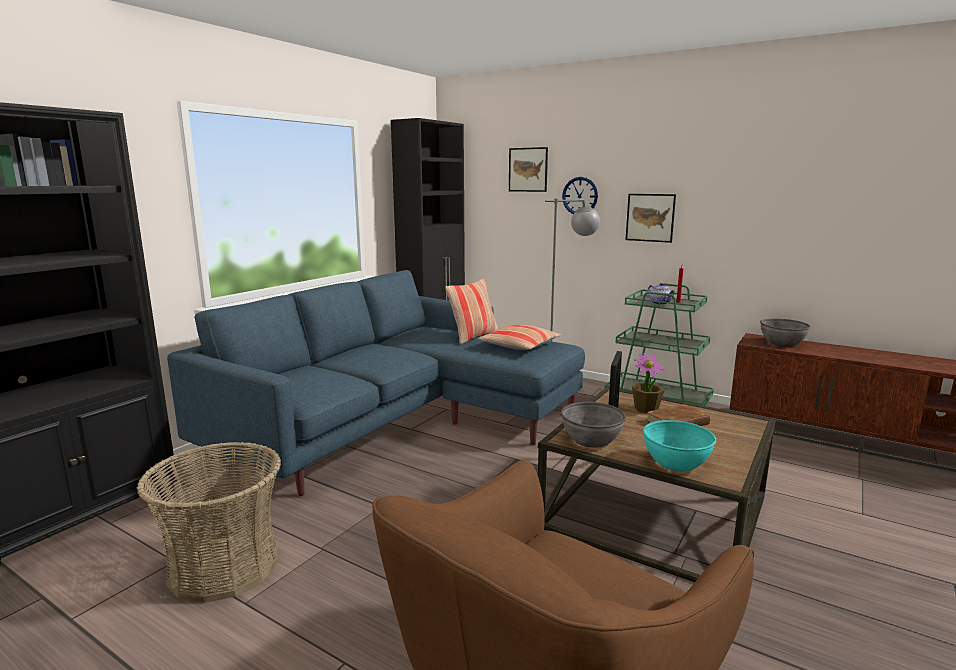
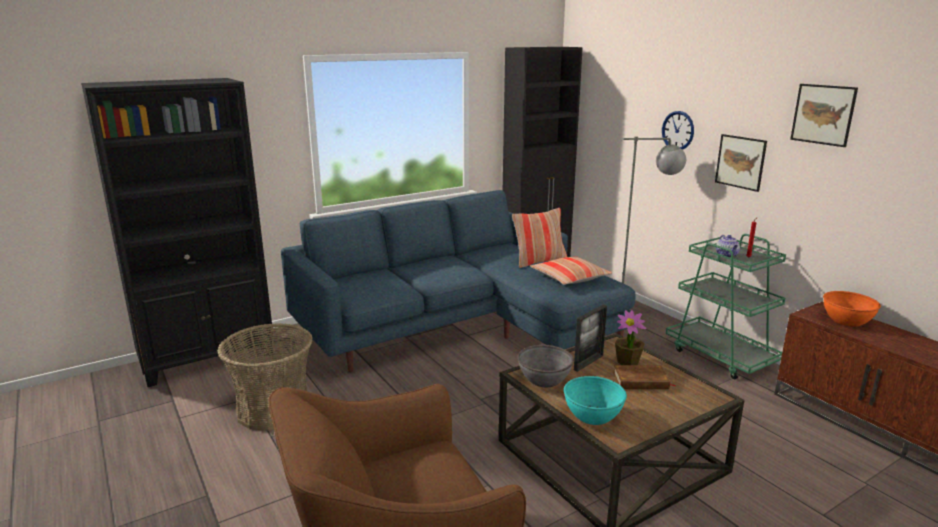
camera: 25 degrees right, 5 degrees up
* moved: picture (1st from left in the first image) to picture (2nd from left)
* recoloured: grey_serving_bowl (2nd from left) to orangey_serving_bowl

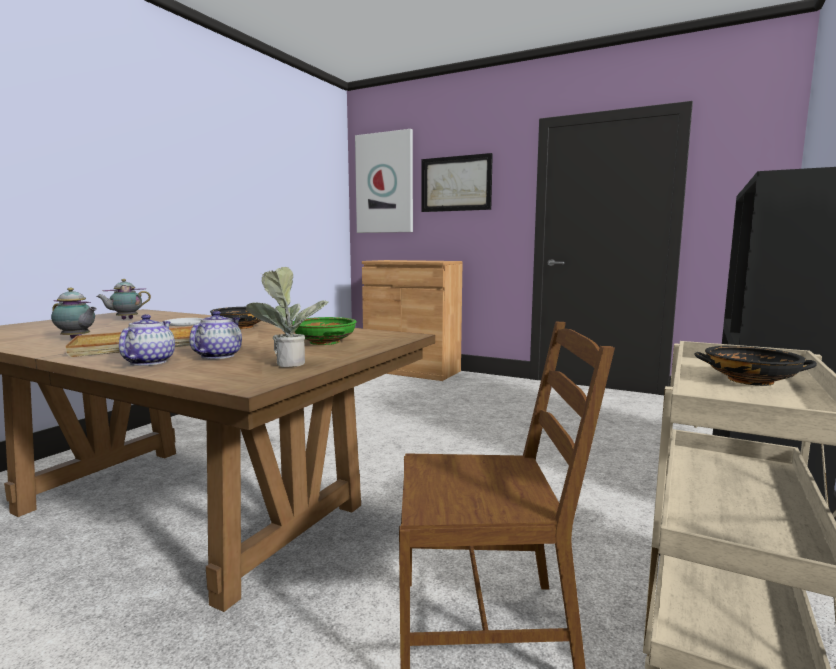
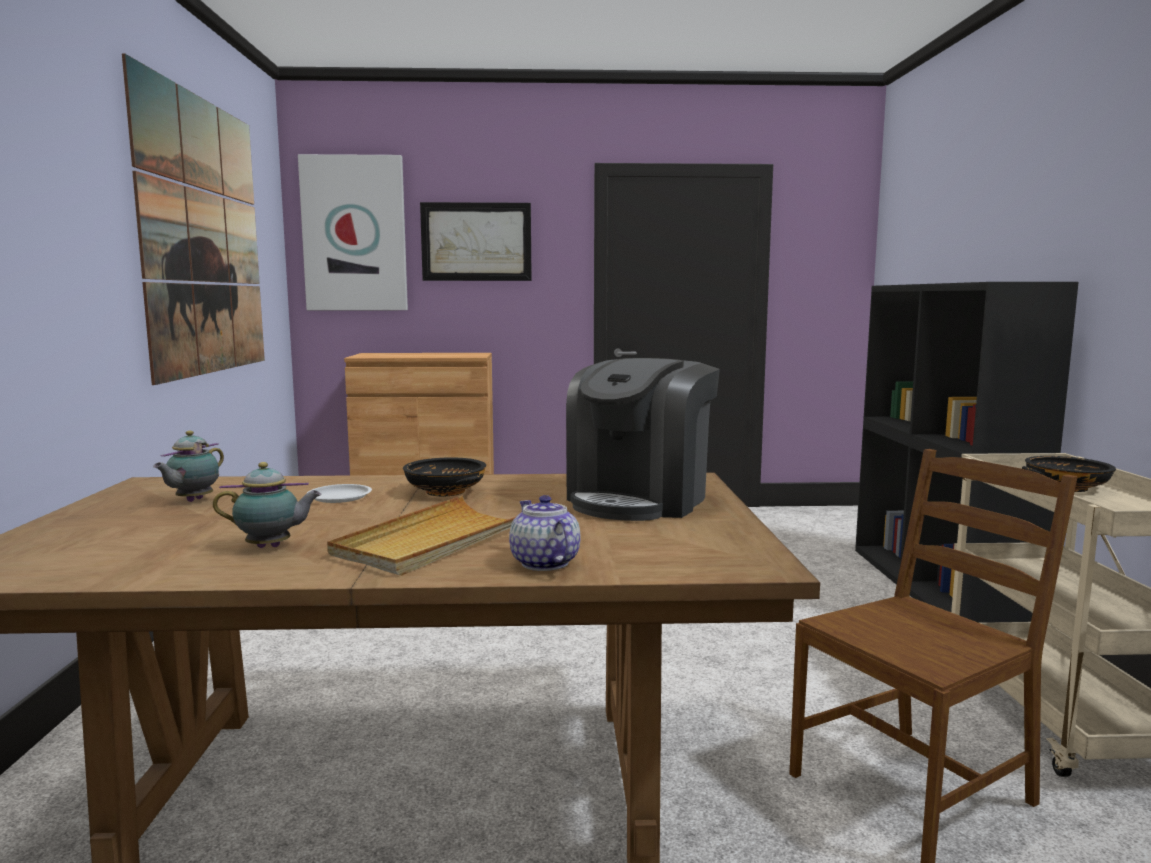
camera: 30 degrees left, 0 degrees up
* removed: plant_in_a_pot
* removed: tea_pot (4th from left)
* replaced: green_serving_bowl to coffee_maker
* added: picture (1st from left)

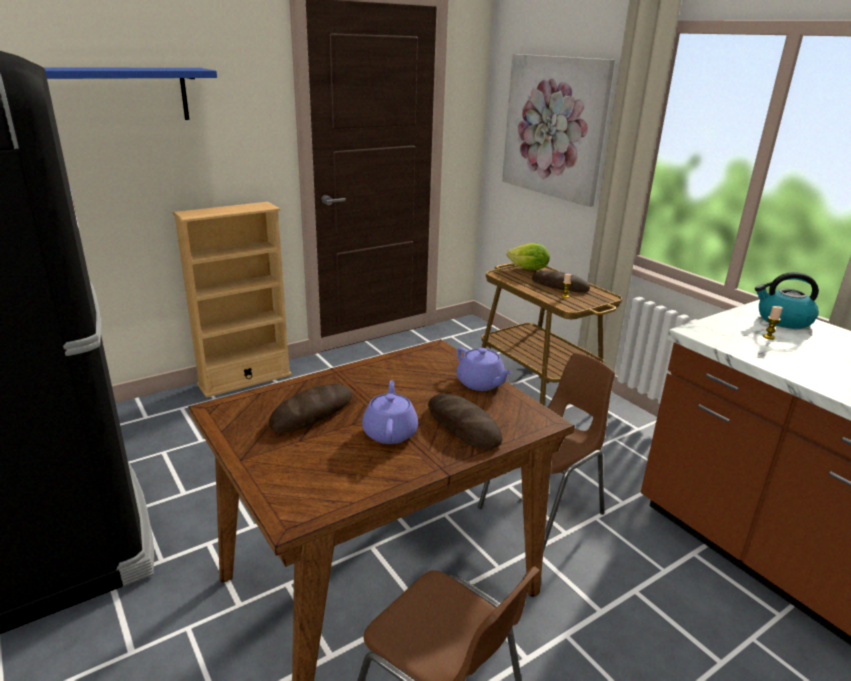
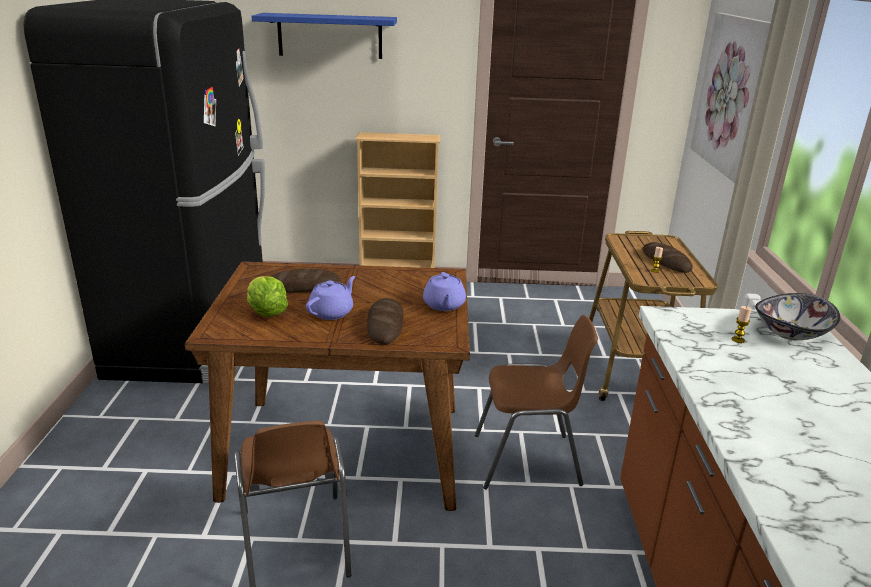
camera: 35 degrees right, 0 degrees up
* moved: lettuce
* replaced: tea_kettle to serving_bowl

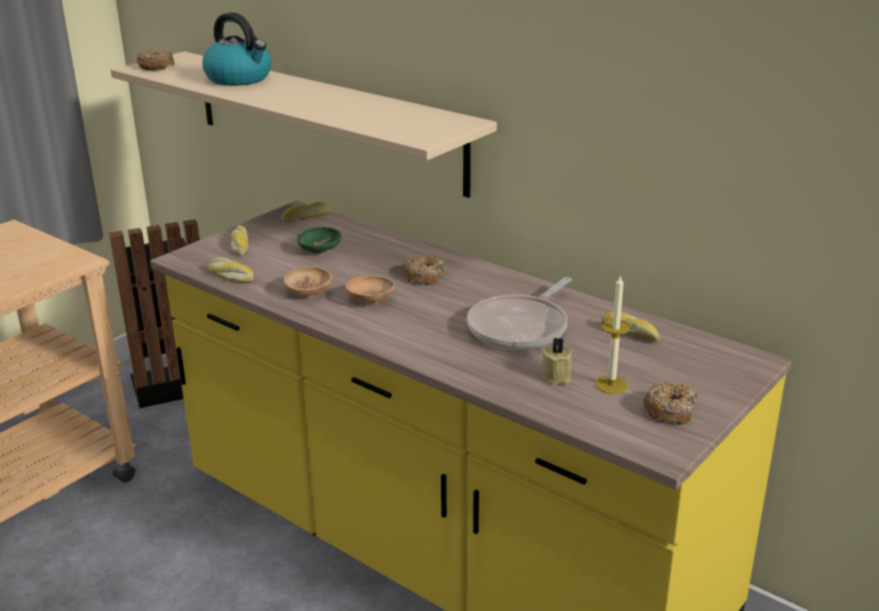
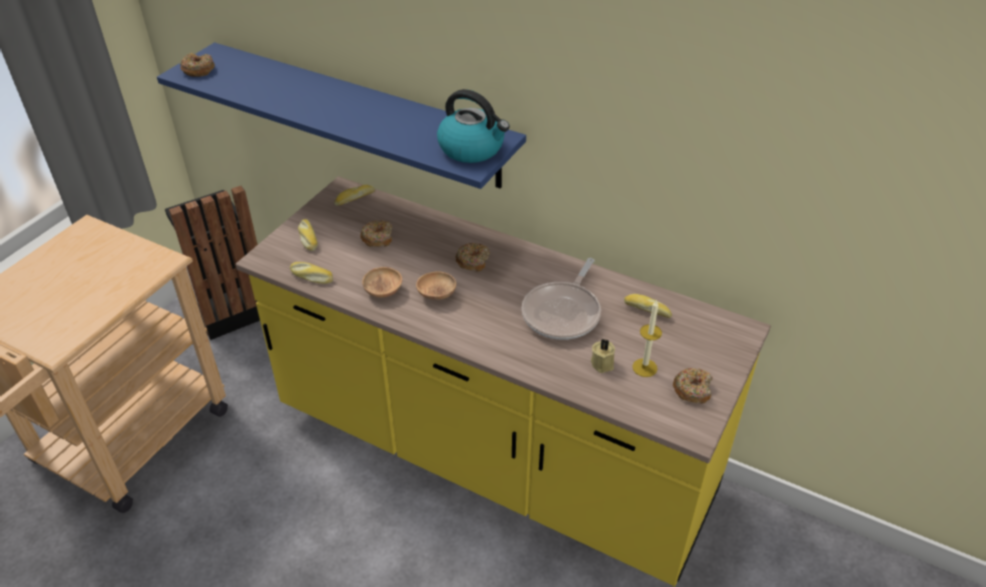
camera: 10 degrees left, 15 degrees up
* moved: tea_kettle
* recoloured: sand-coloured_shelf to blue_shelf
* replaced: green_serving_bowl to ring_doughnut (2nd from left)

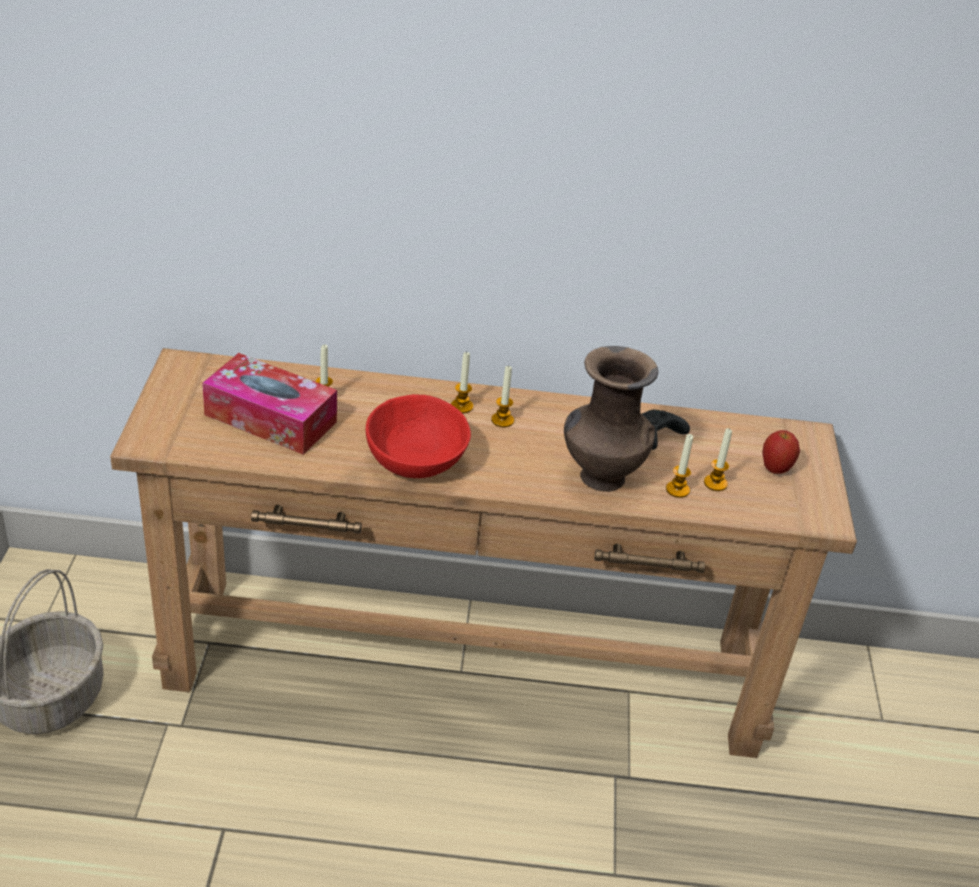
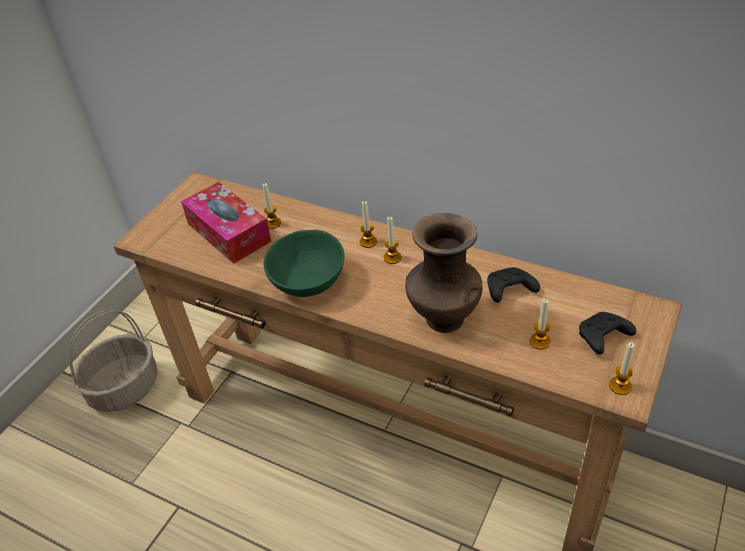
camera: 30 degrees right, 5 degrees up
* recoloured: reddish_serving_bowl to green_serving_bowl
* replaced: apple_fruit to black-coloured_game_controller (2nd from left)
* moved: wax_candle (4th from left in the first image) to wax_candle (5th from left)

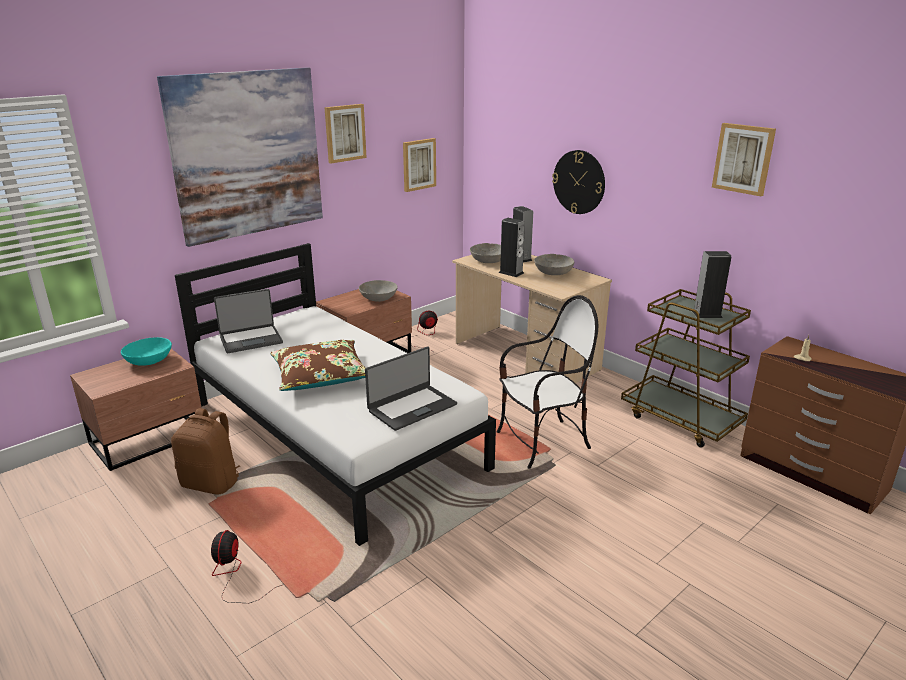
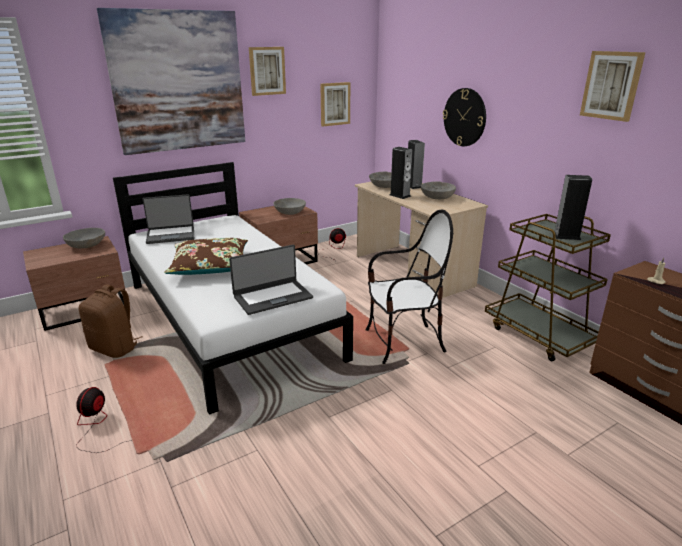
camera: 10 degrees right, 0 degrees up
* recoloured: turquoise-coloured_serving_bowl to grey_serving_bowl (1st from left)

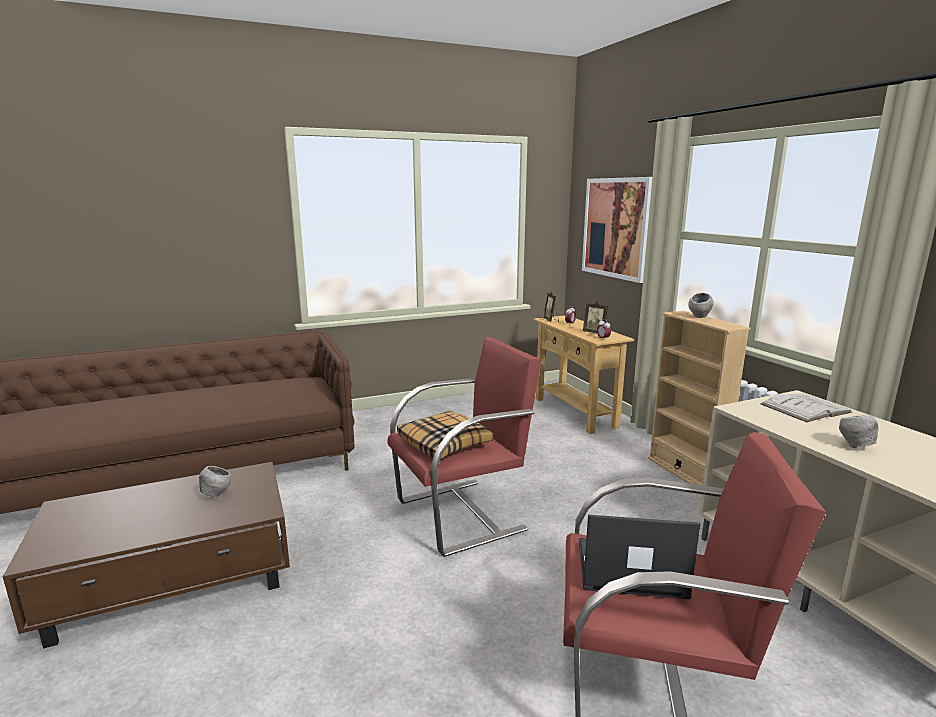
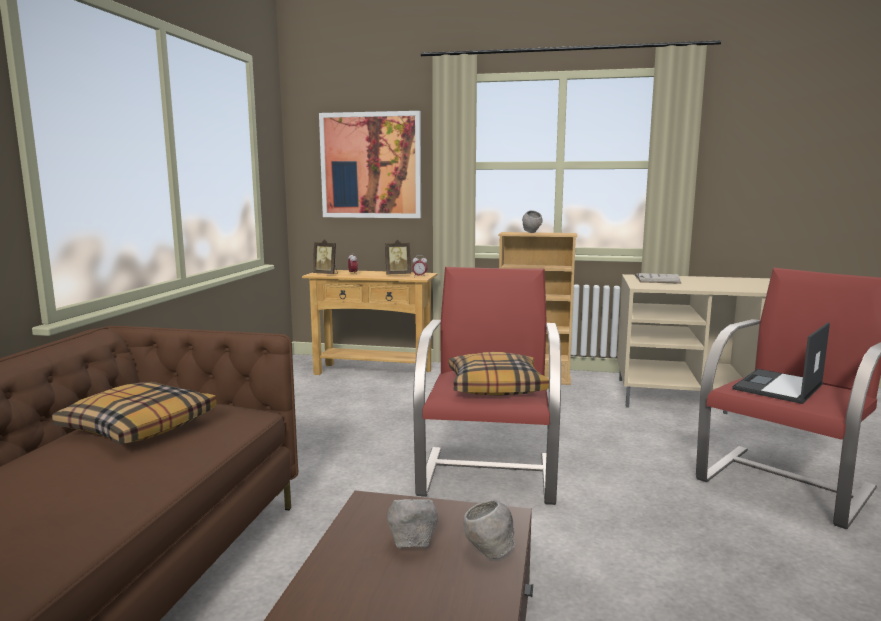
camera: 55 degrees left, 5 degrees down
* moved: grey_serving_bowl (3rd from left in the first image) to grey_serving_bowl (2nd from left)
* added: pillow (1st from left)

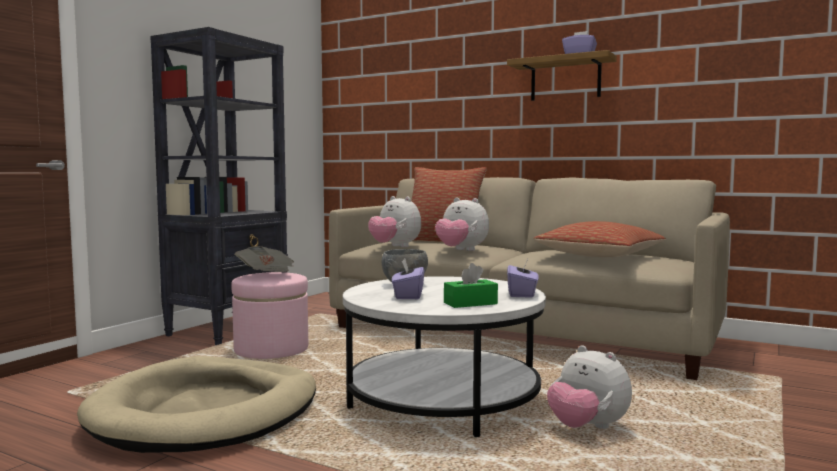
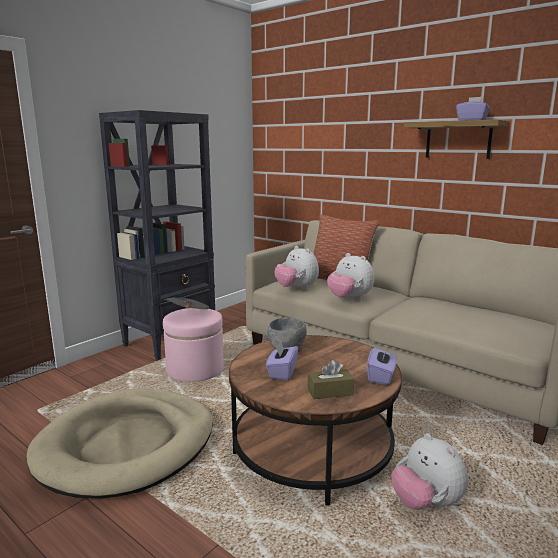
camera: 10 degrees right, 10 degrees up
* removed: pillow (2nd from left)
* recoloured: green_box_of_tissues to brown_box_of_tissues
* recoloured: white_low_table to brown_low_table

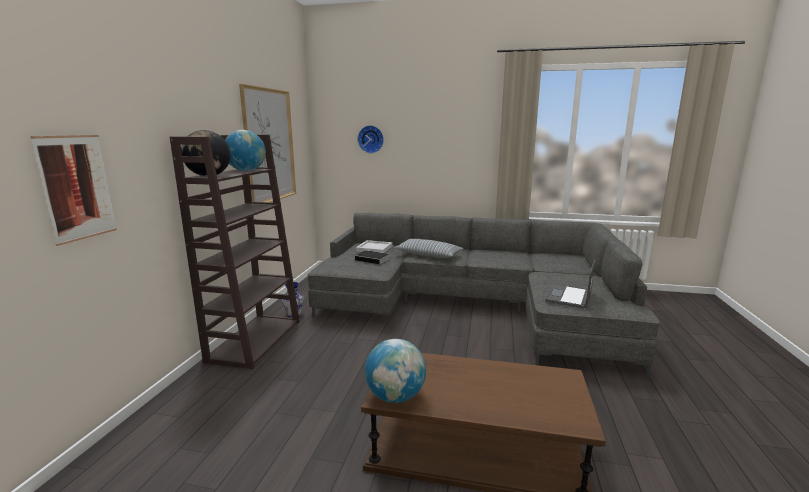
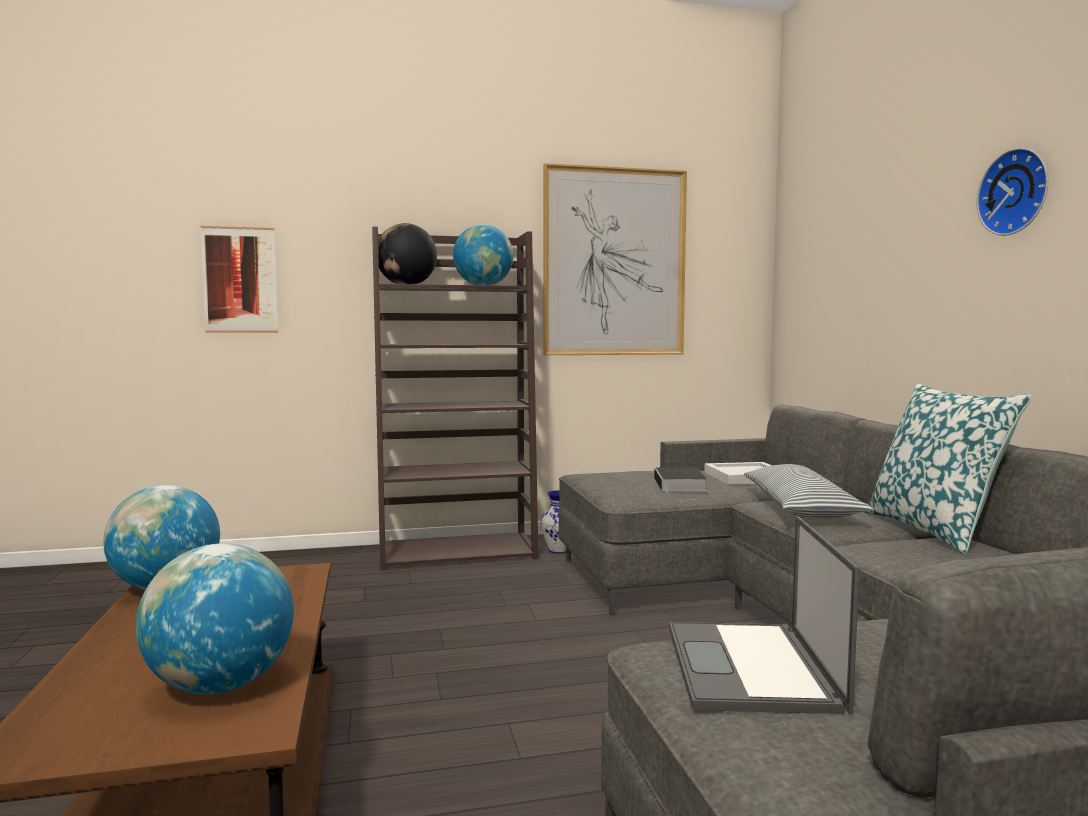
camera: 65 degrees right, 10 degrees down
* moved: hanging_clock
* turned: portable_computer 90 degrees counterclockwise
* added: pillow (2nd from left)
* added: world_globe (2nd from left)

